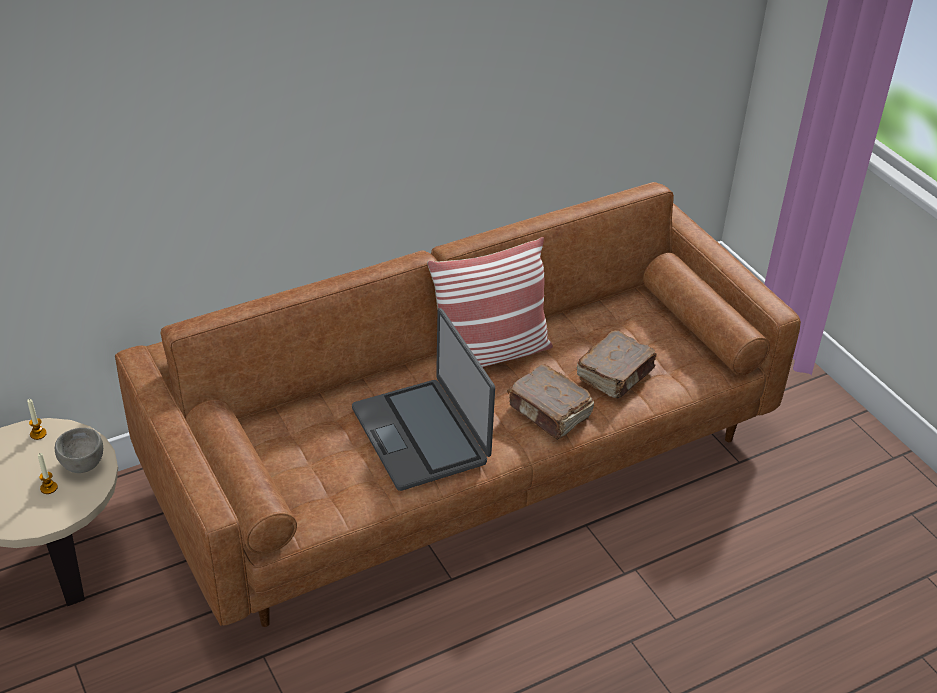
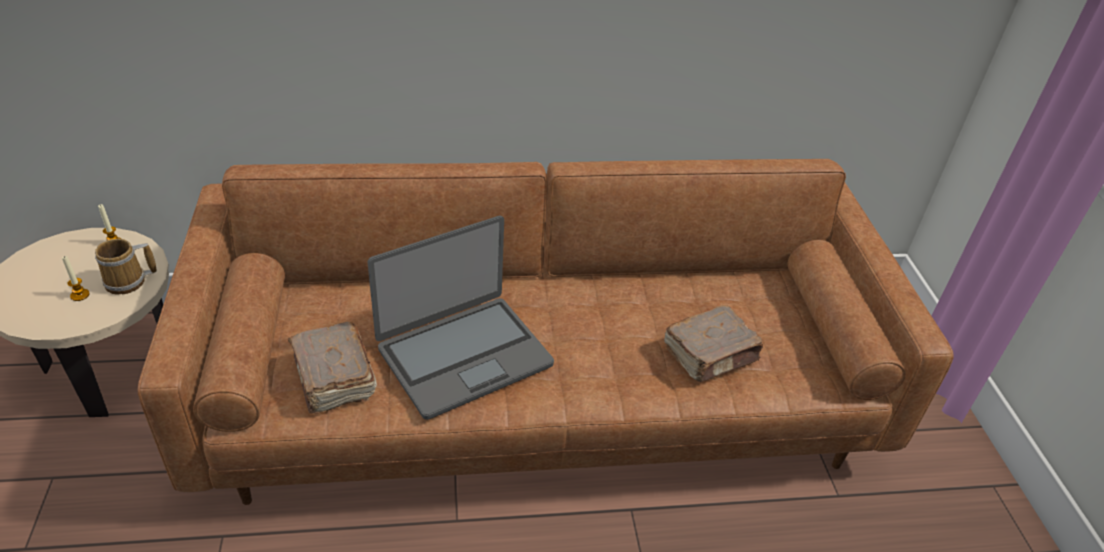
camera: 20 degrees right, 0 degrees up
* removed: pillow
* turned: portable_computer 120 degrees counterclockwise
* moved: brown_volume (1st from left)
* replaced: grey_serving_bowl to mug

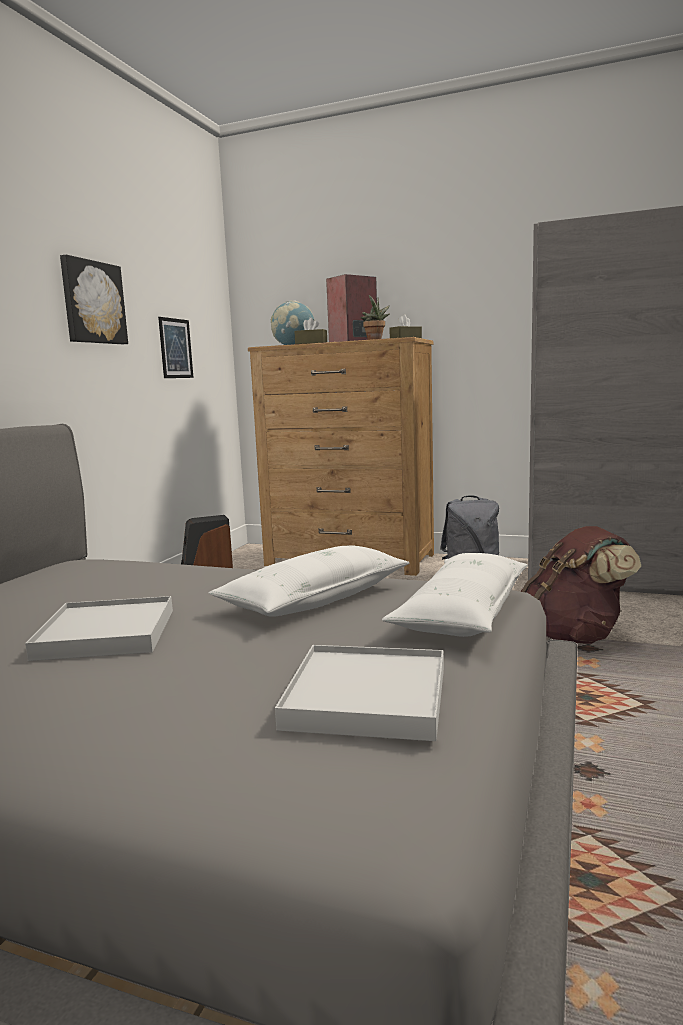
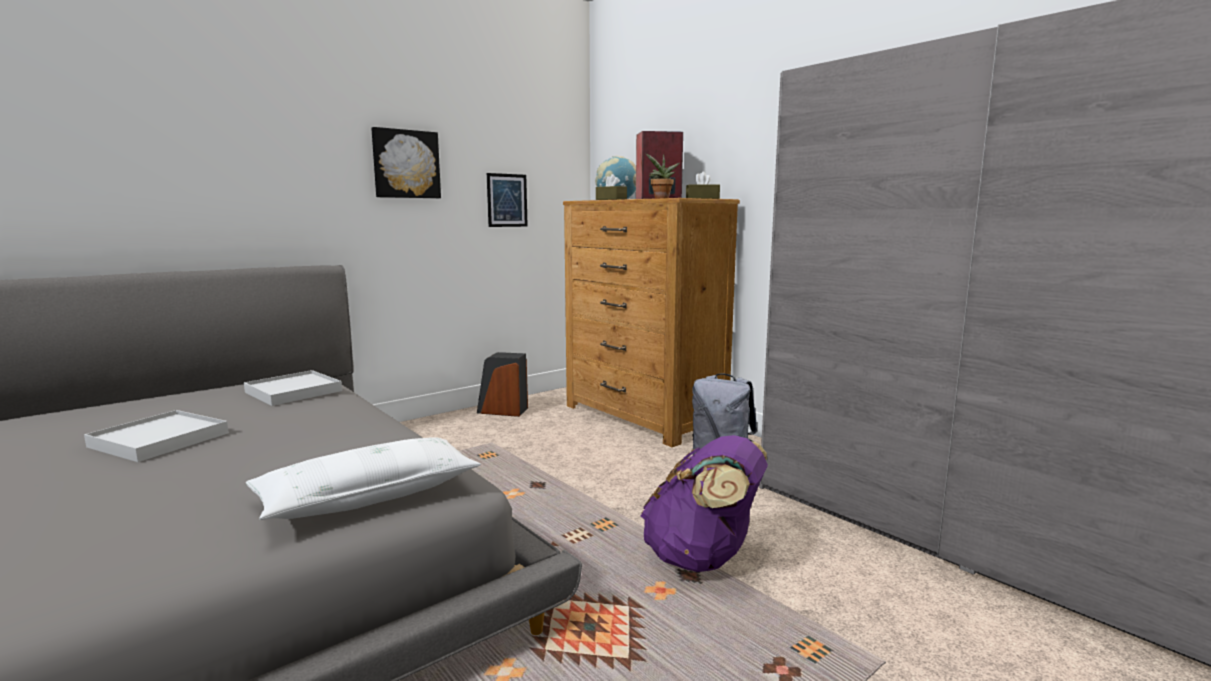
camera: 30 degrees right, 0 degrees up
* recoloured: brown_knapsack to purple-coloured_knapsack
* removed: white_pillow (1st from left)
* moved: white_serving_tray (2nd from left)

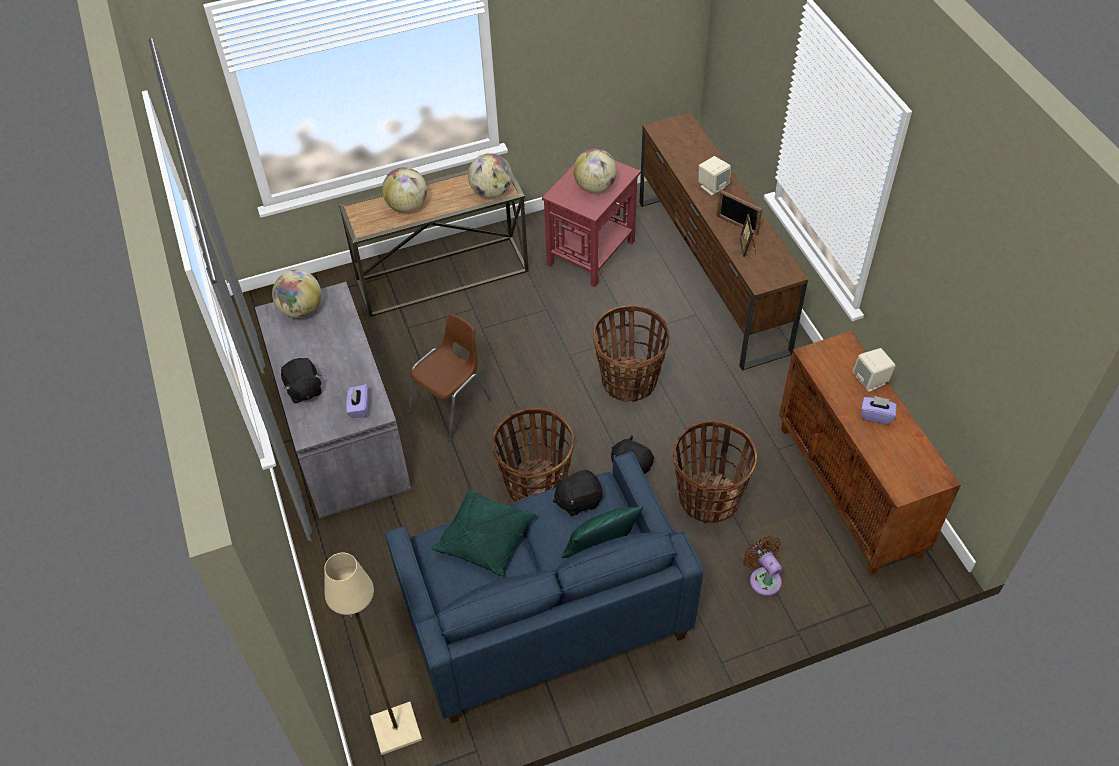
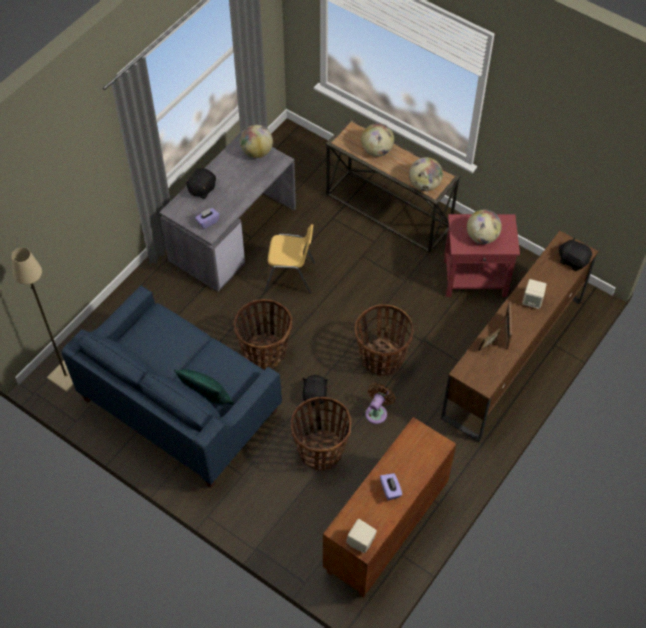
camera: 55 degrees right, 5 degrees up
* recoloured: brown_chair to yellowish_chair
* moved: sand-coloured_speaker (2nd from left in the first image) to sand-coloured_speaker (1st from left)
* moved: black-coloured_plush_toy (2nd from left in the first image) to black-coloured_plush_toy (3rd from left)
* removed: green_pillow (1st from left)
* moved: brown_cooling_fan

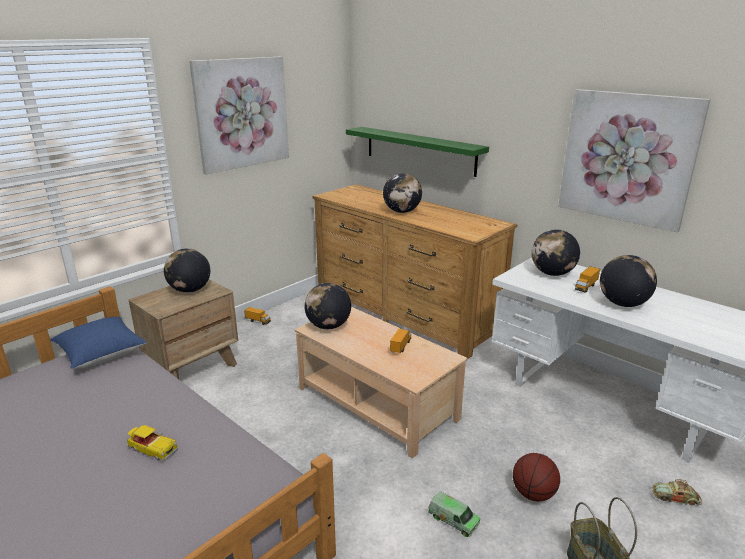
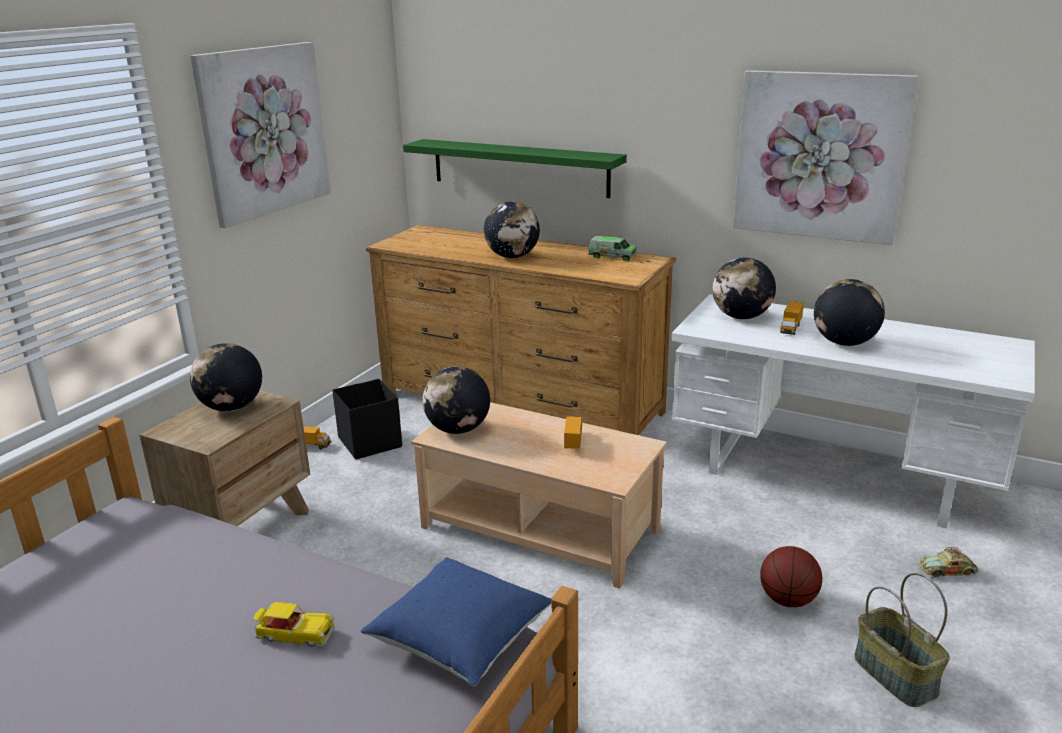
camera: 15 degrees left, 0 degrees up
* moved: blue_pillow
* moved: toy_truck (3rd from left)
* added: black-coloured_storage_container

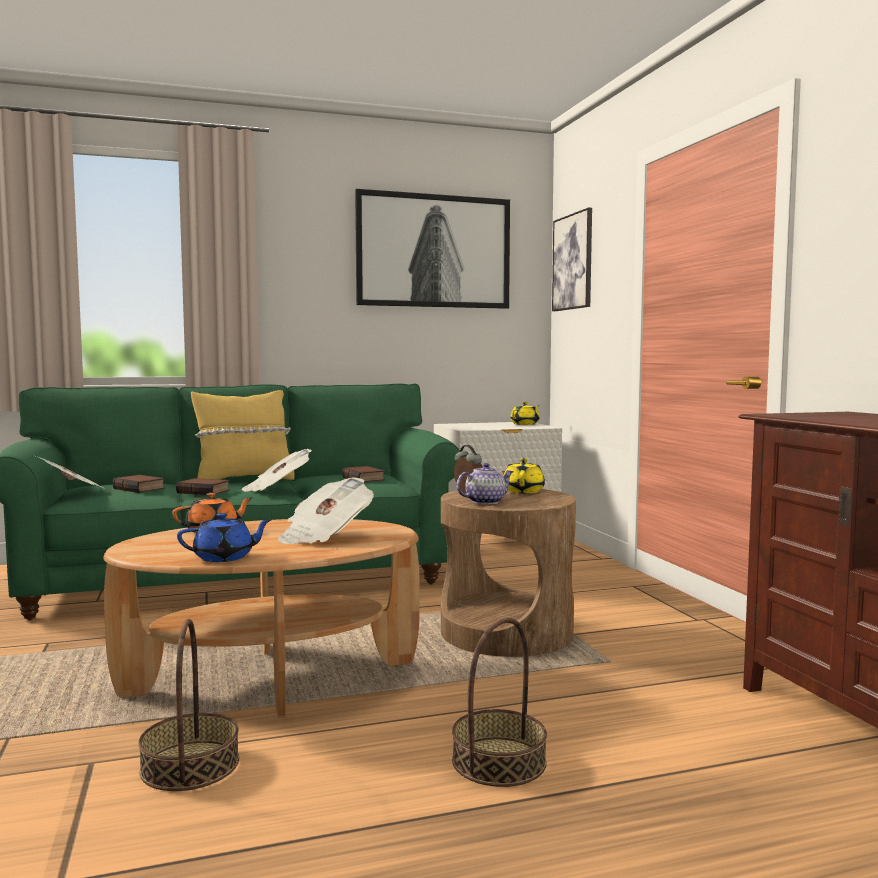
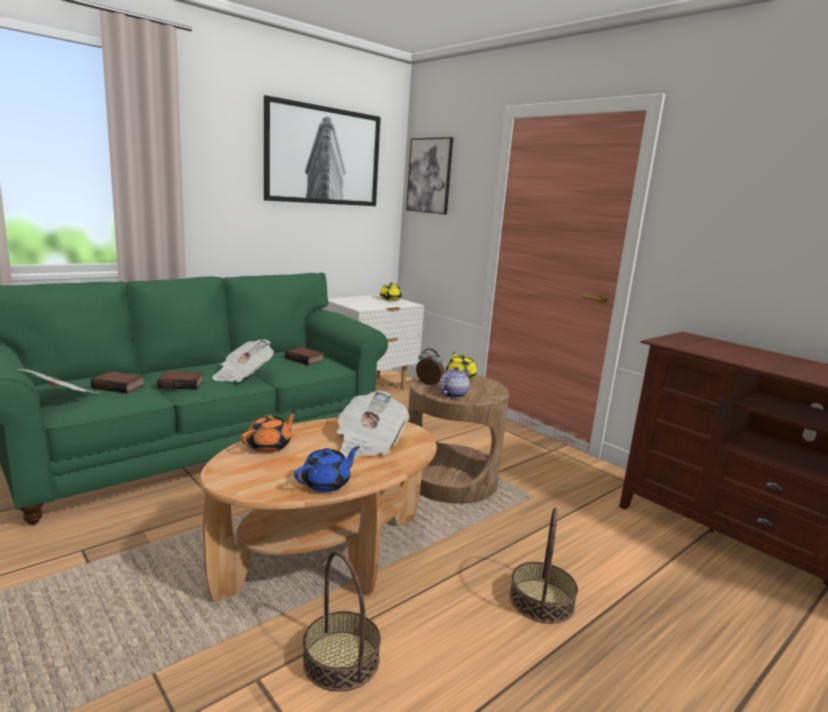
camera: 25 degrees left, 10 degrees up
* removed: yellowish_pillow

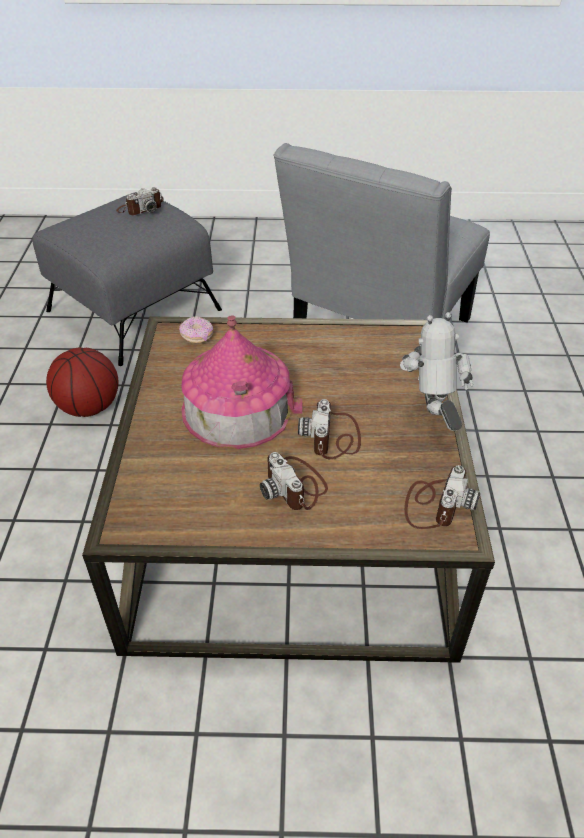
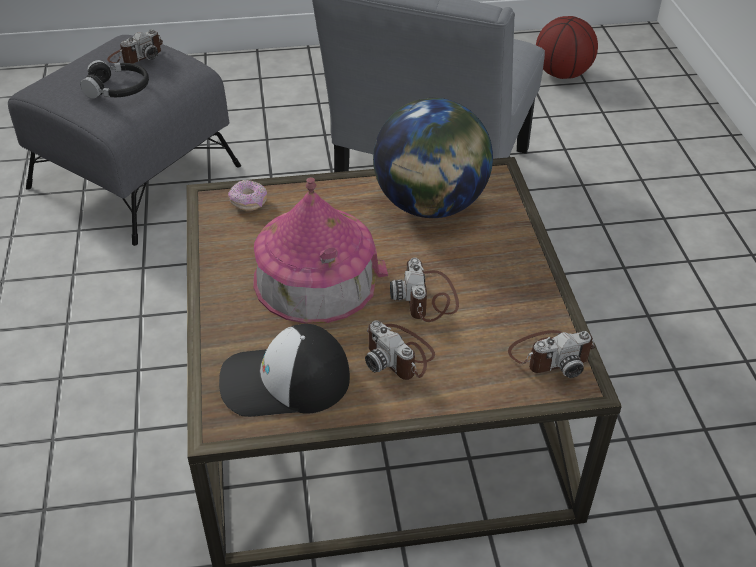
camera: 10 degrees left, 0 degrees up
* removed: robot_figure
* moved: basketball_ball
* turned: still_camera (4th from left) 60 degrees clockwise
* added: black-coloured_headset
* added: world_globe
* added: baseball_cap

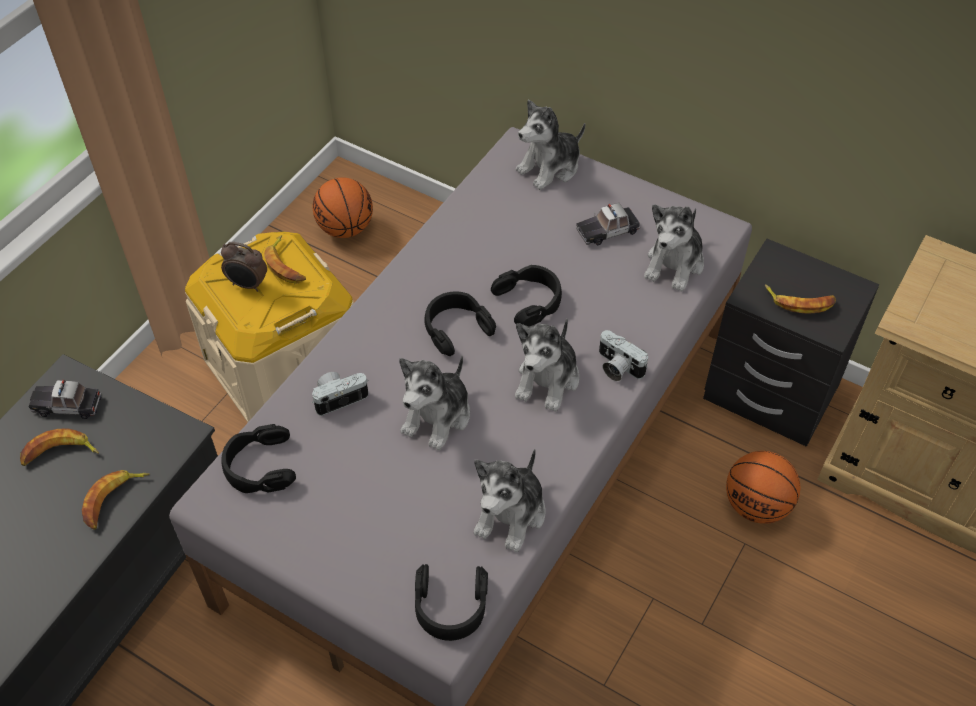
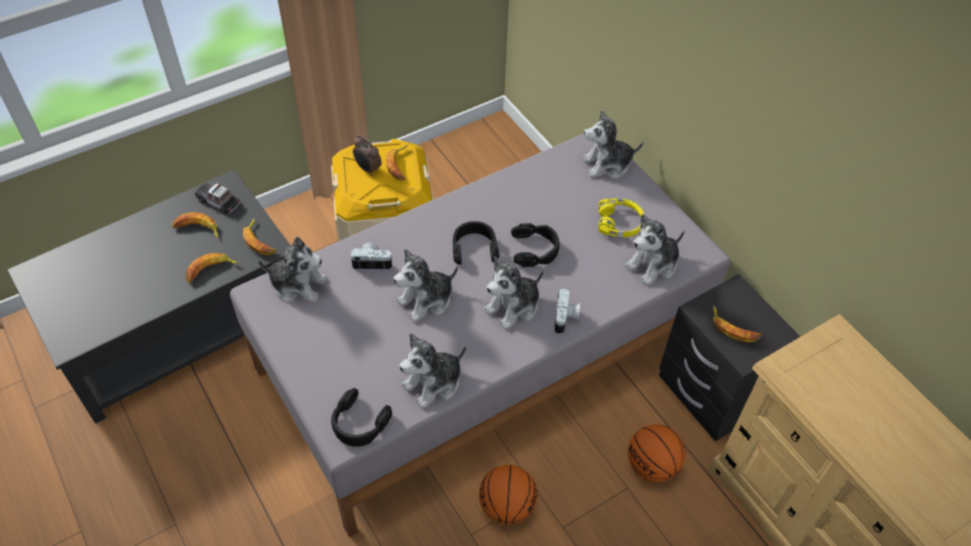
camera: 25 degrees right, 0 degrees up
* moved: basketball_ball (1st from left)
* replaced: miniature_car (2nd from left) to yellowish_headset
* turned: still_camera (2nd from left) 150 degrees counterclockwise
* replaced: black-coloured_headset (1st from left) to plush_toy (1st from left)
* added: banana_fruit (3rd from left)

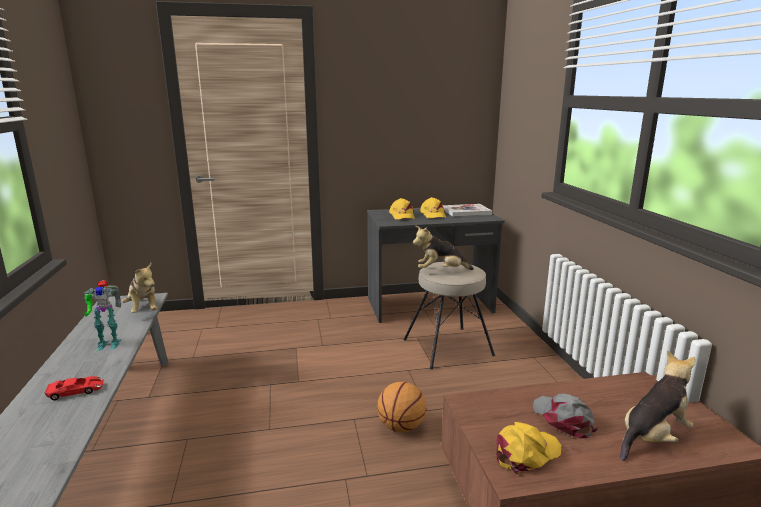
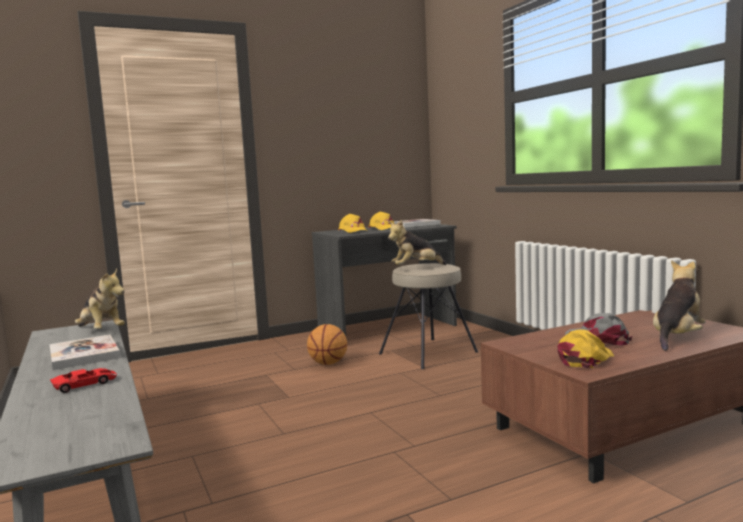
camera: 15 degrees left, 10 degrees down
* replaced: robot_figure to volume (1st from left)
* moved: basketball_ball

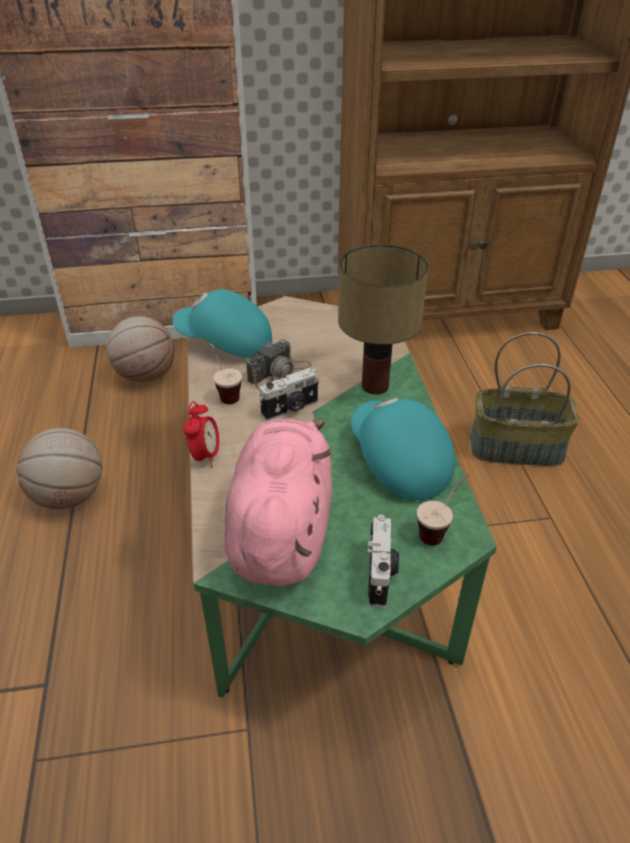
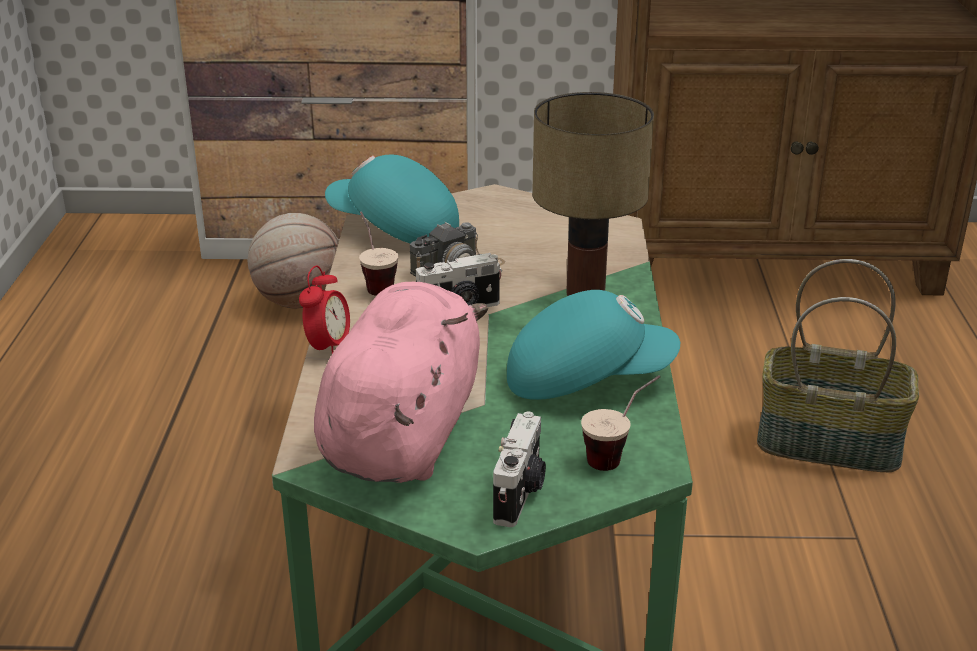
camera: 10 degrees right, 10 degrees down
* turned: turquoise-coloured_baseball_cap (2nd from left) 105 degrees clockwise
* removed: basketball_ball (1st from left)

